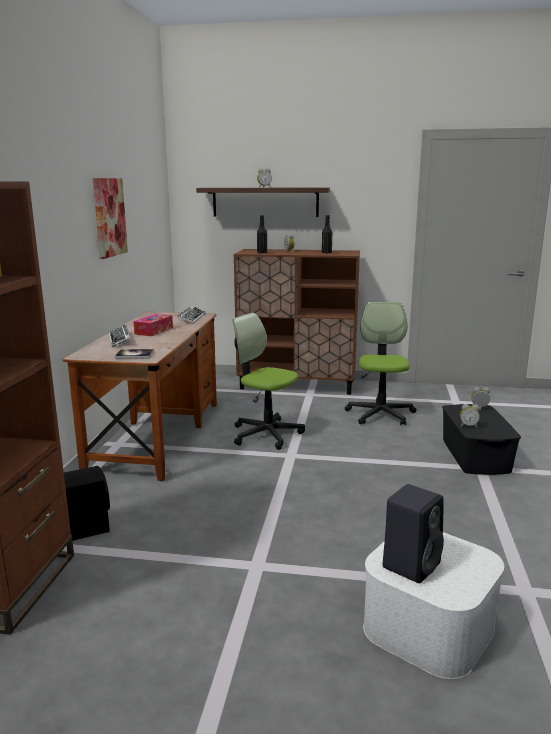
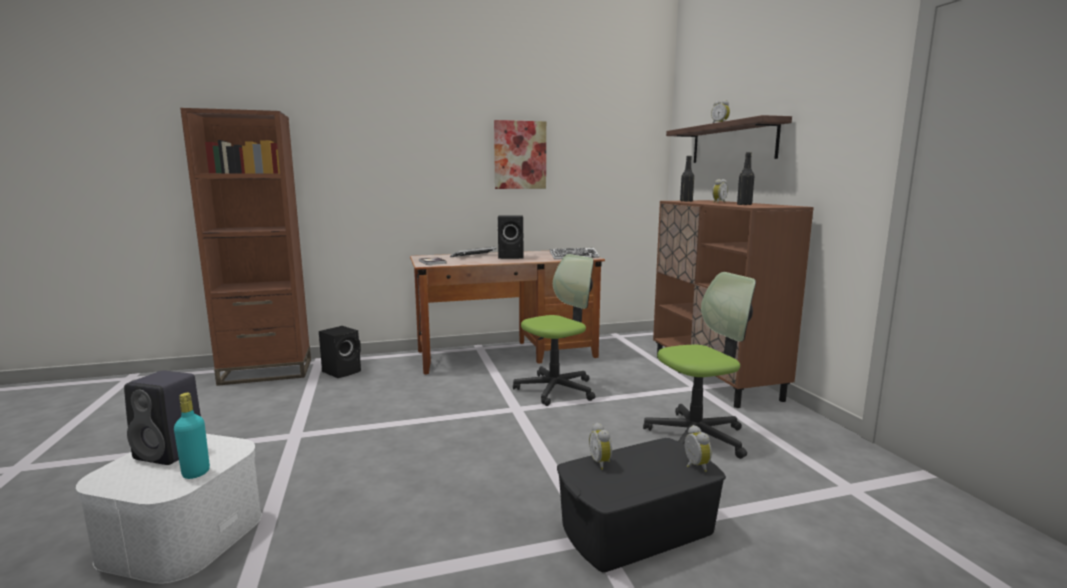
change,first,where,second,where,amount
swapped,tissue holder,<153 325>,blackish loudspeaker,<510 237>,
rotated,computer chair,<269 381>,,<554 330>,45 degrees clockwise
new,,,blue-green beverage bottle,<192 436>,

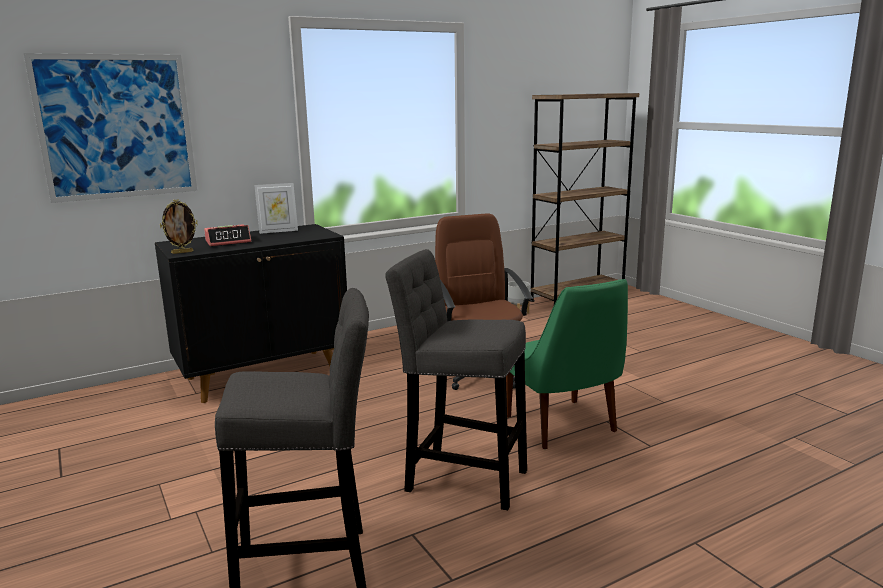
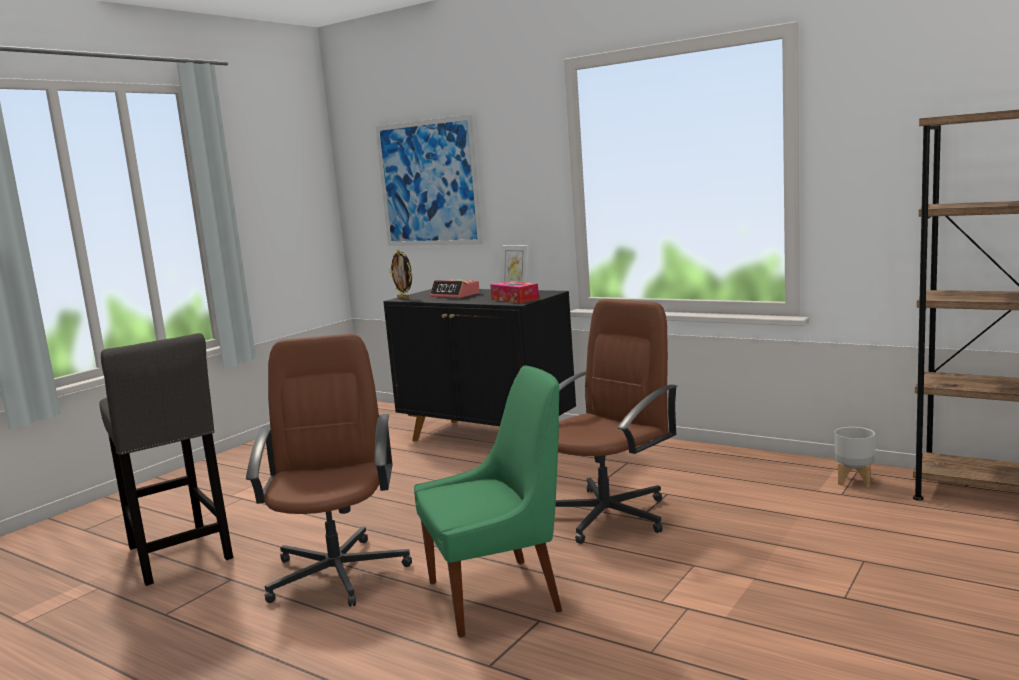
change,first,where,second,where,amount
swapped,grey stool,<456 379>,brown computer chair,<329 470>,
rotated,green-coloured plain chair,<567 364>,,<488 501>,150 degrees counterclockwise
new,,,tissue holder,<514 292>,

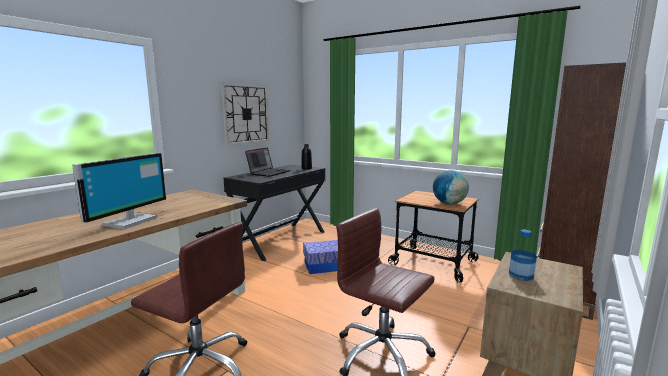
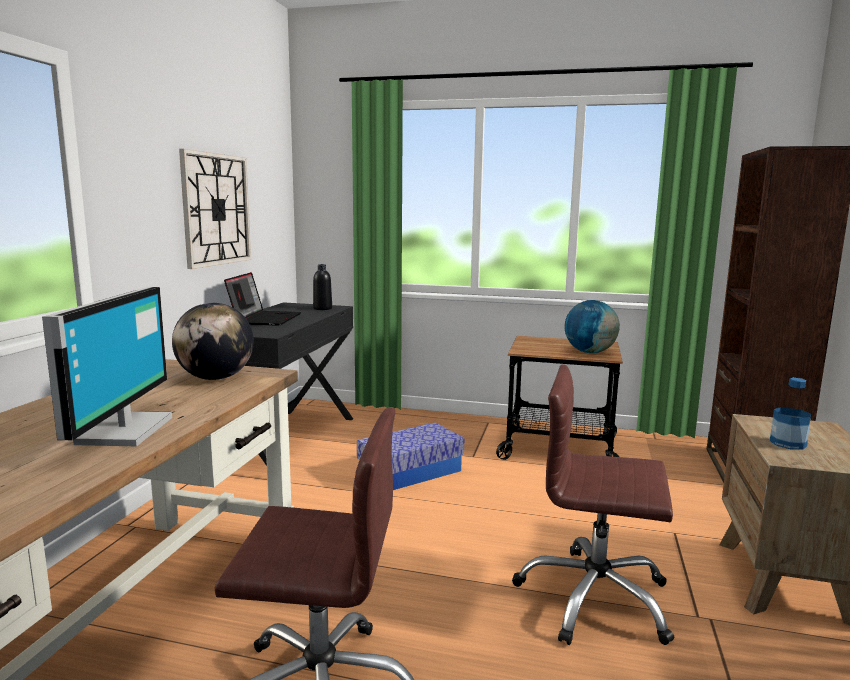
change,first,where,second,where,amount
new,,,desk globe,<213 341>,

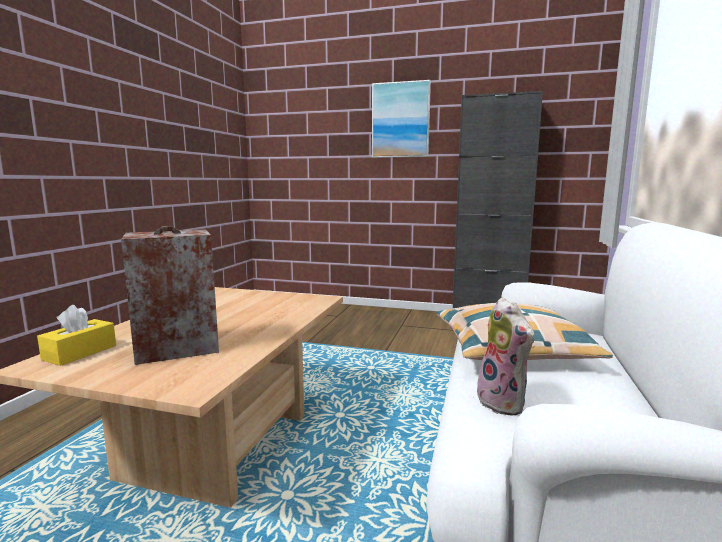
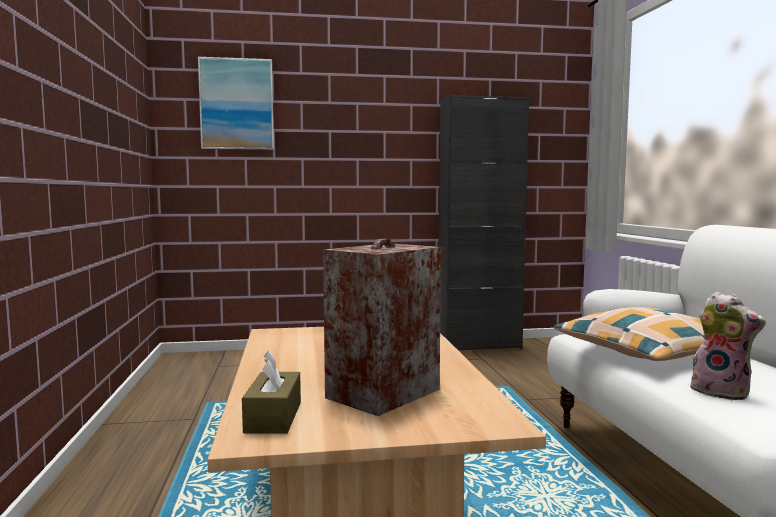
change,first,where,second,where,amount
repainted,yellow tissue holder,<76 335>,brown tissue holder,<271 392>,
shifted,wall art,<401 119>,,<236 103>,

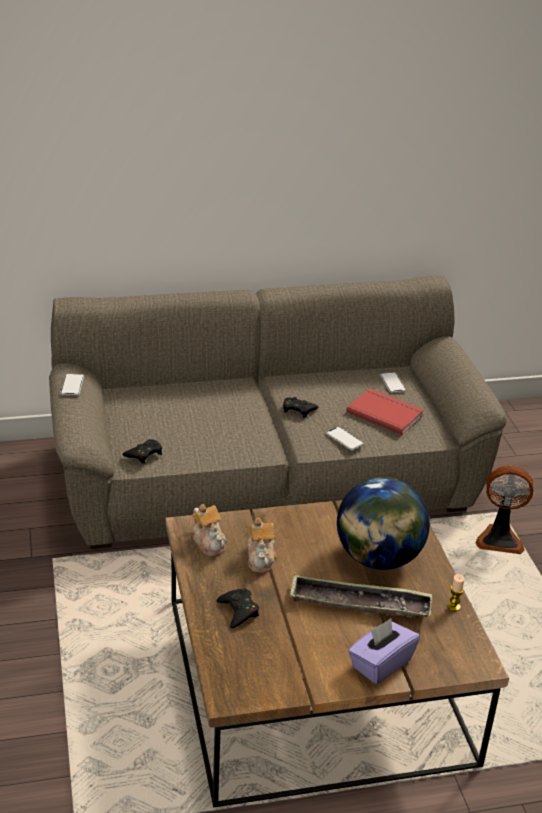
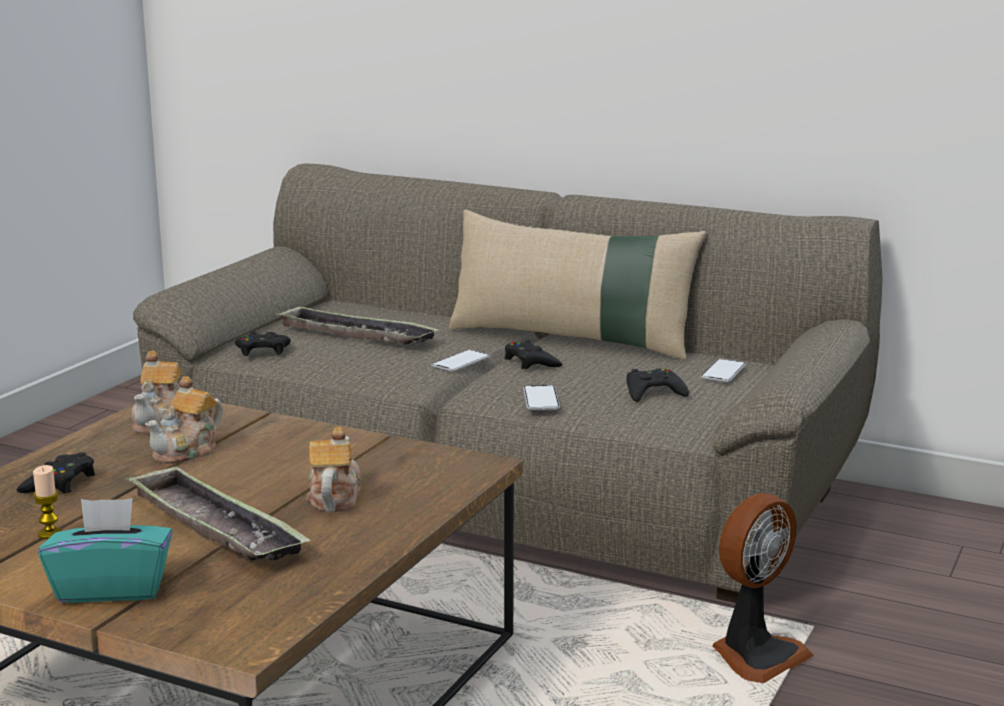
change,first,where,second,where,amount
shifted,handset,<72 385>,,<460 361>,
swapped,desk globe,<383 523>,teapot,<333 469>,
swapped,red book,<385 411>,blackish game controller,<657 385>,
repainted,purplish tissue holder,<384 651>,blue-green tissue holder,<105 550>,
shifted,candle,<456 592>,,<47 502>,
rotated,cooling fan,<504 509>,,<763 588>,90 degrees counterclockwise
new,,,carrying tray,<357 325>,
new,,,beige pillow,<577 285>,

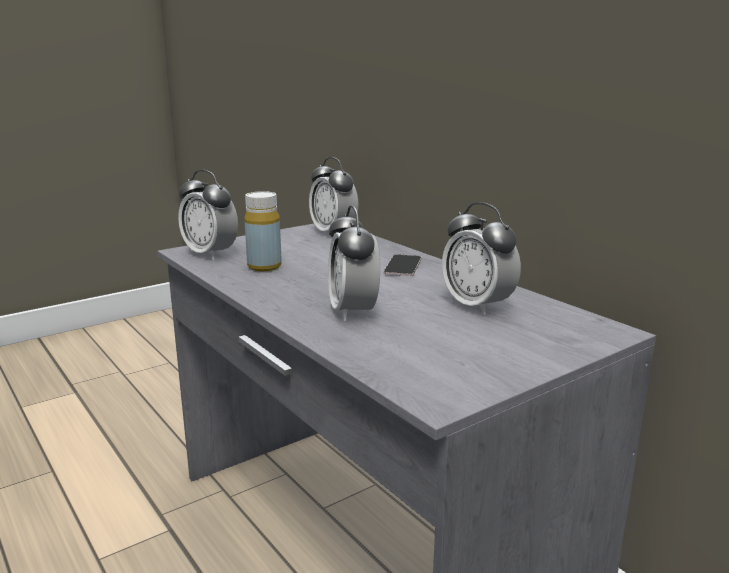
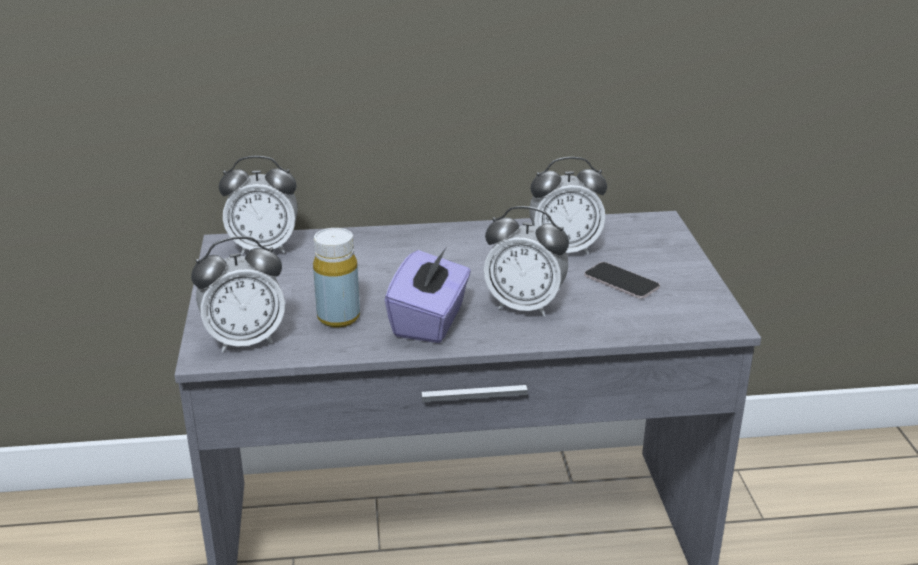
change,first,where,second,where,amount
shifted,handset,<403 265>,,<622 280>,
new,,,purplish tissue holder,<428 295>,

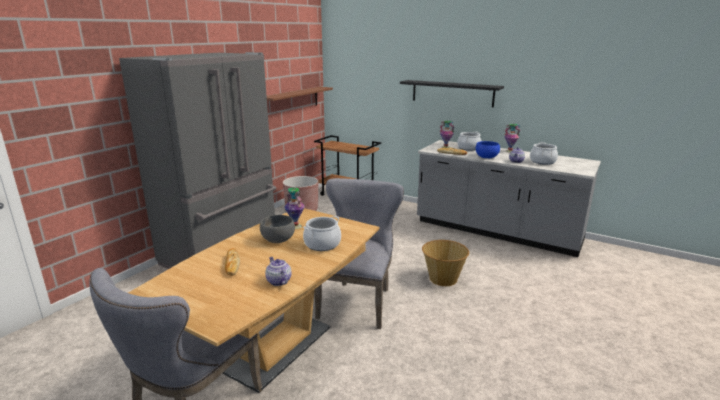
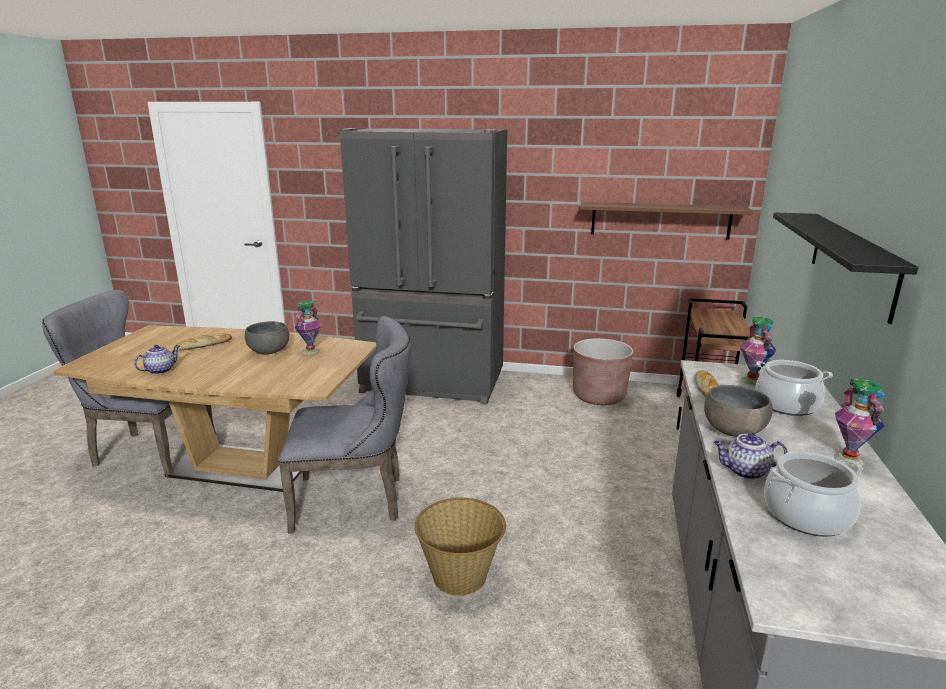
change,first,where,second,where,amount
gone,stockpot,<322 233>,,,
repainted,blue-coloured bowl,<488 149>,grey bowl,<738 411>,

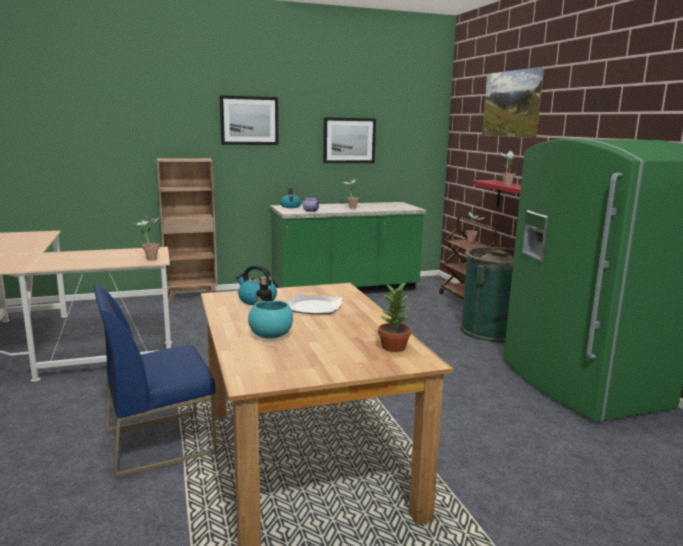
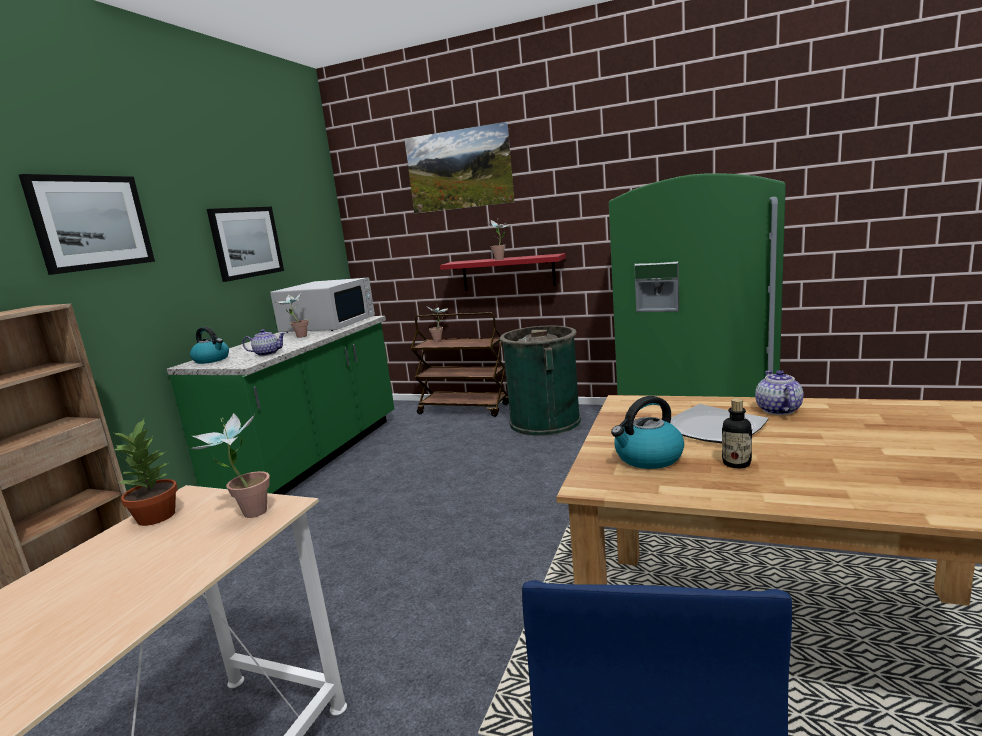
change,first,where,second,where,amount
gone,blue-green bowl,<270 320>,,,
shifted,houseplant,<394 316>,,<145 472>,
new,,,white-coloured kitchen microwave,<322 305>,
new,,,teapot,<779 392>,

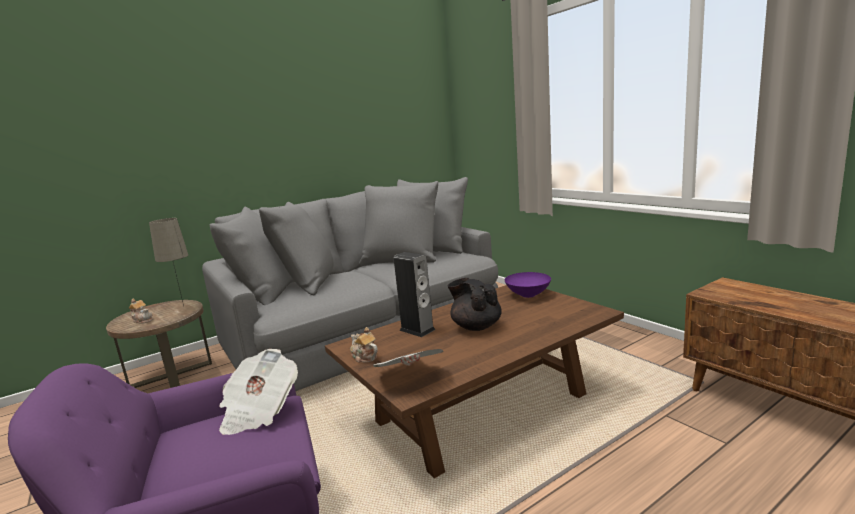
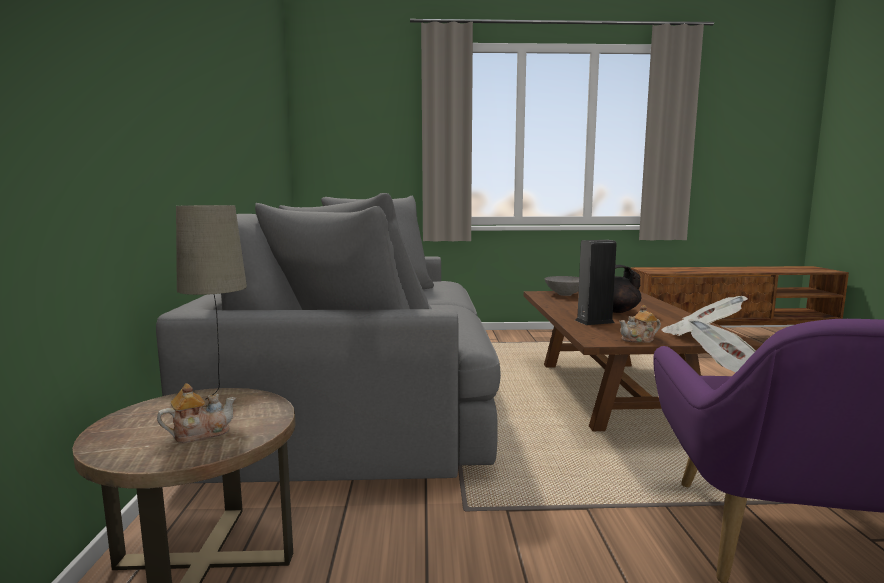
change,first,where,second,where,amount
repainted,purplish bowl,<528 285>,grey bowl,<562 286>,

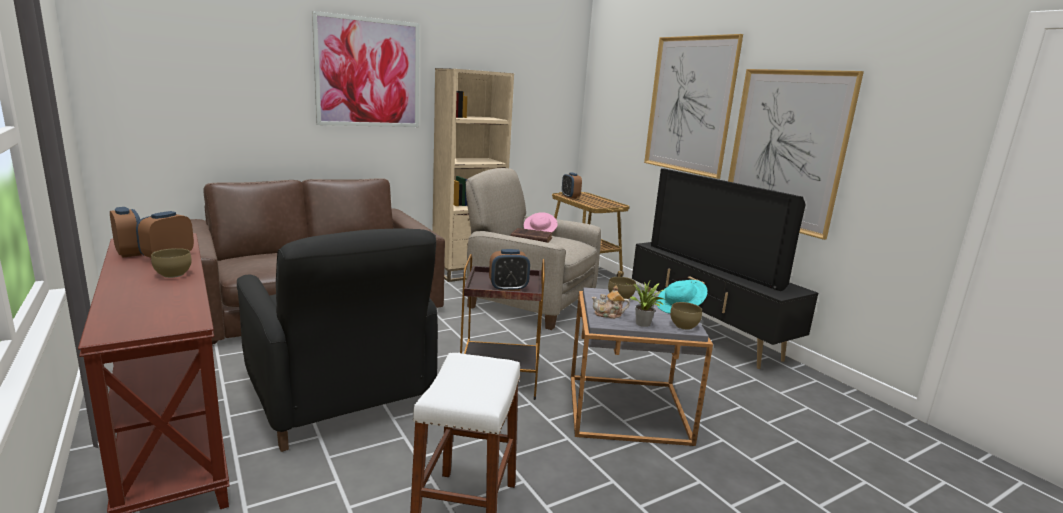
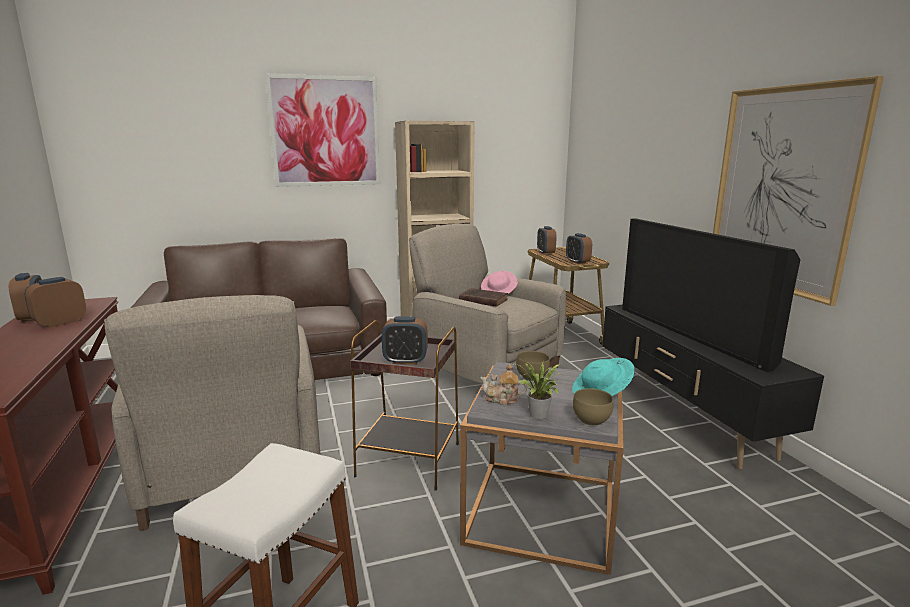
change,first,where,second,where,amount
gone,brown bowl,<171 263>,,,
repainted,blackish lounge chair,<337 340>,beige lounge chair,<212 413>,
gone,wall art,<693 106>,,,
new,,,bedside clock,<579 248>,

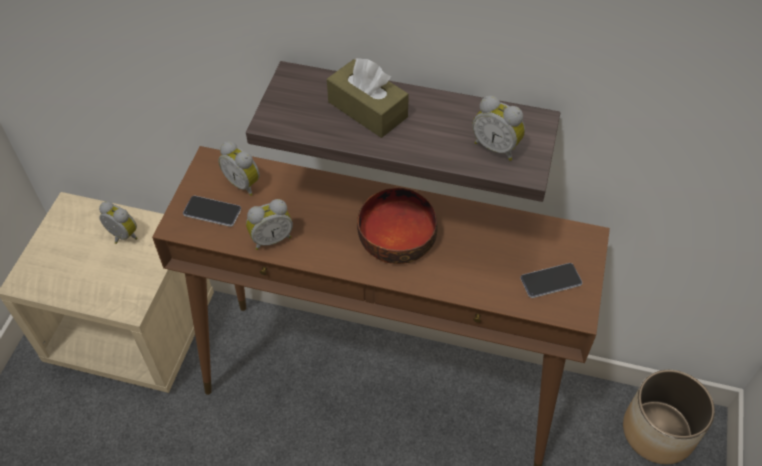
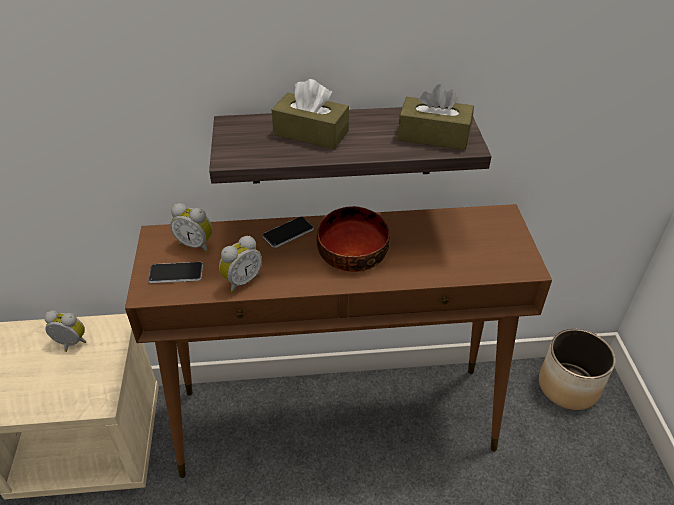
change,first,where,second,where,amount
swapped,bedside clock,<498 128>,brown tissue holder,<436 117>,
shifted,handset,<551 280>,,<288 232>,

